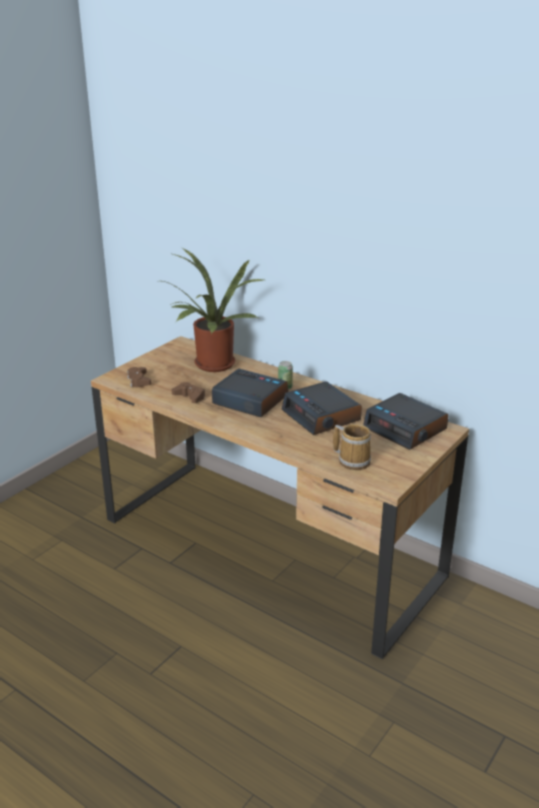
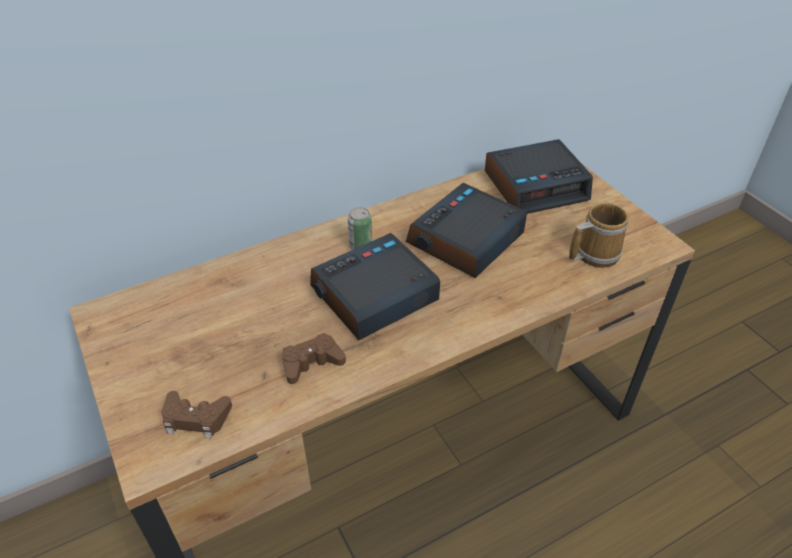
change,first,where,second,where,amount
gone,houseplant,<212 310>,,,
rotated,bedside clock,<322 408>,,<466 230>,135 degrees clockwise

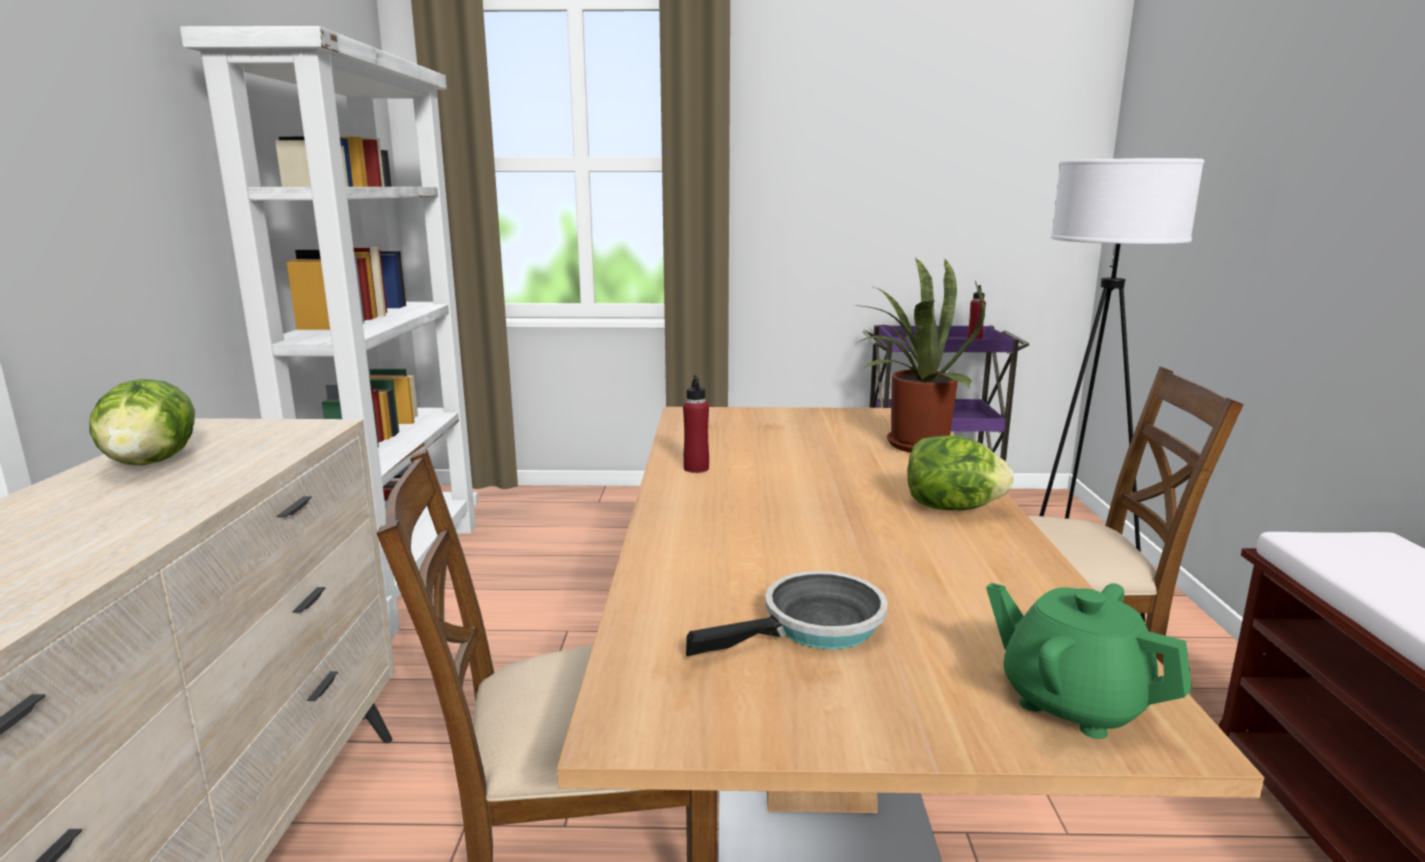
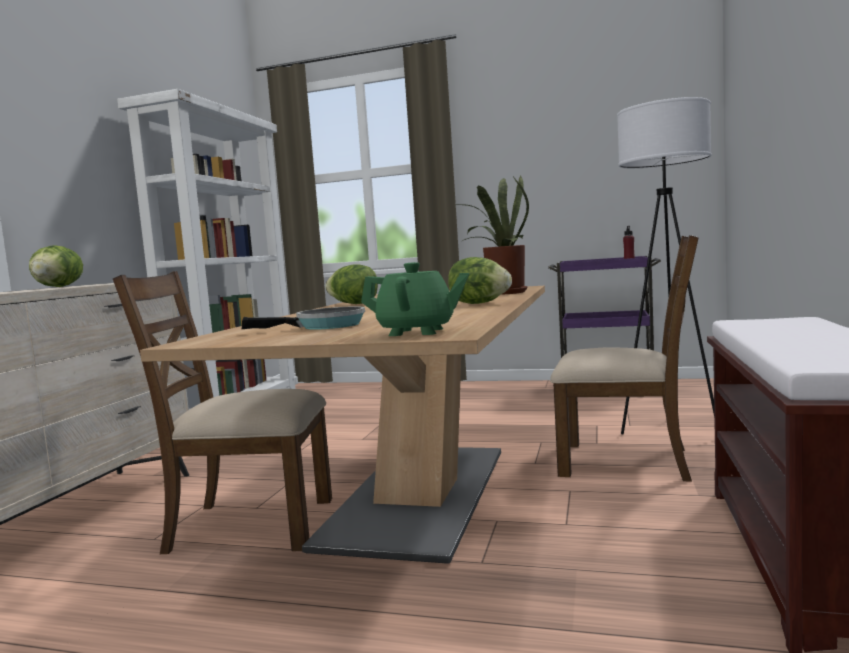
change,first,where,second,where,amount
swapped,red beverage bottle,<696 424>,head of lettuce,<351 284>,
rotated,green-coloured teapot,<1089 661>,,<415 299>,135 degrees clockwise

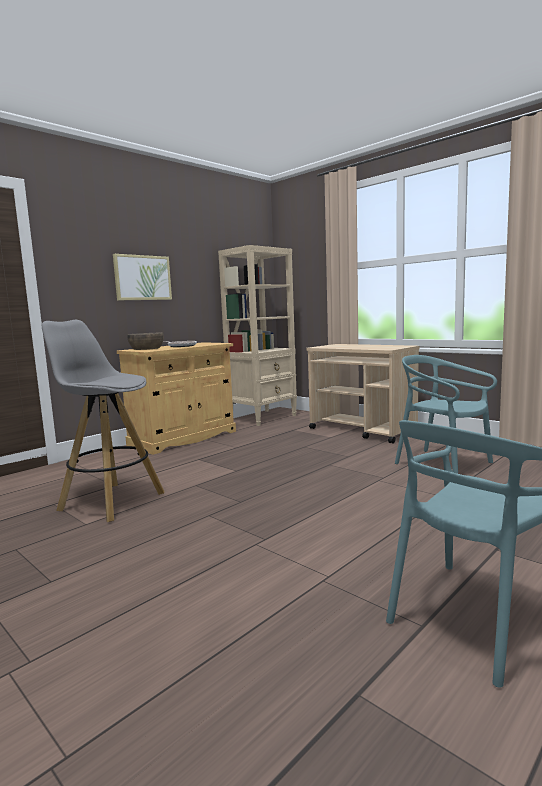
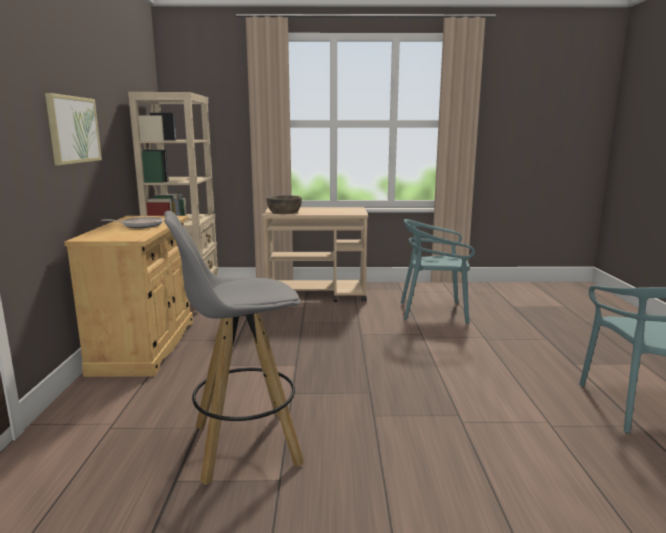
change,first,where,second,where,amount
shifted,brown bowl,<145 341>,,<284 204>,

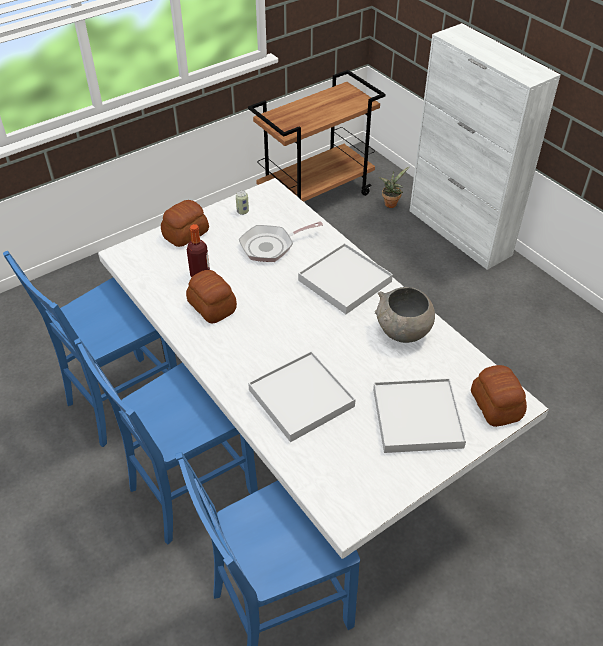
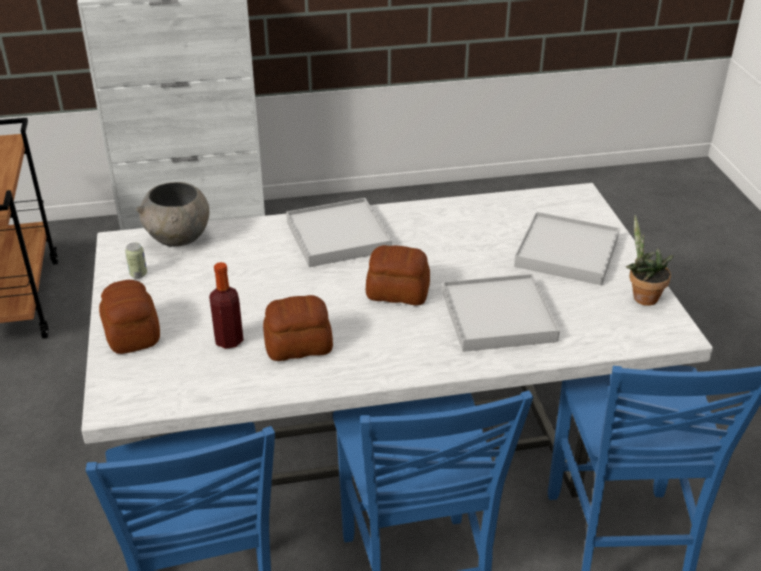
change,first,where,second,where,amount
gone,skillet,<281 241>,,,
shifted,grey bowl,<405 315>,,<172 214>,
shifted,houseplant,<394 187>,,<649 260>,
shifted,bread,<499 396>,,<398 275>,

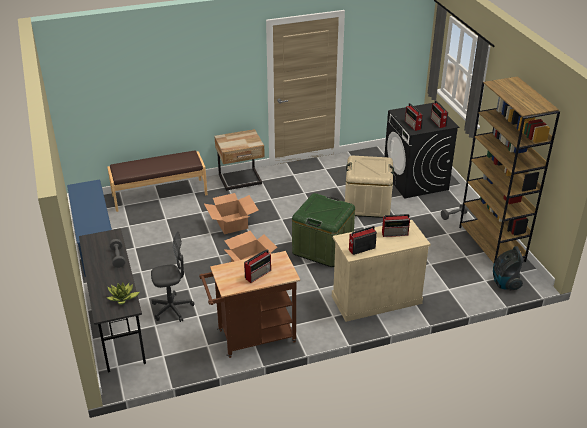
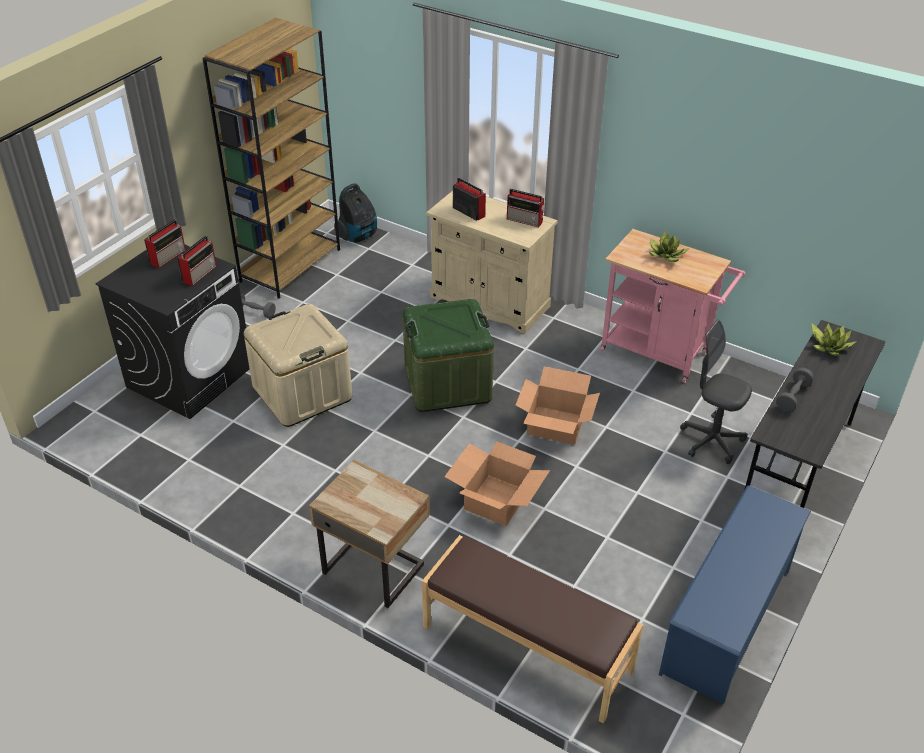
change,first,where,second,where,amount
repainted,brown wheeled cart,<249 304>,pinkish wheeled cart,<672 306>,
swapped,radio,<257 266>,houseplant,<669 246>,

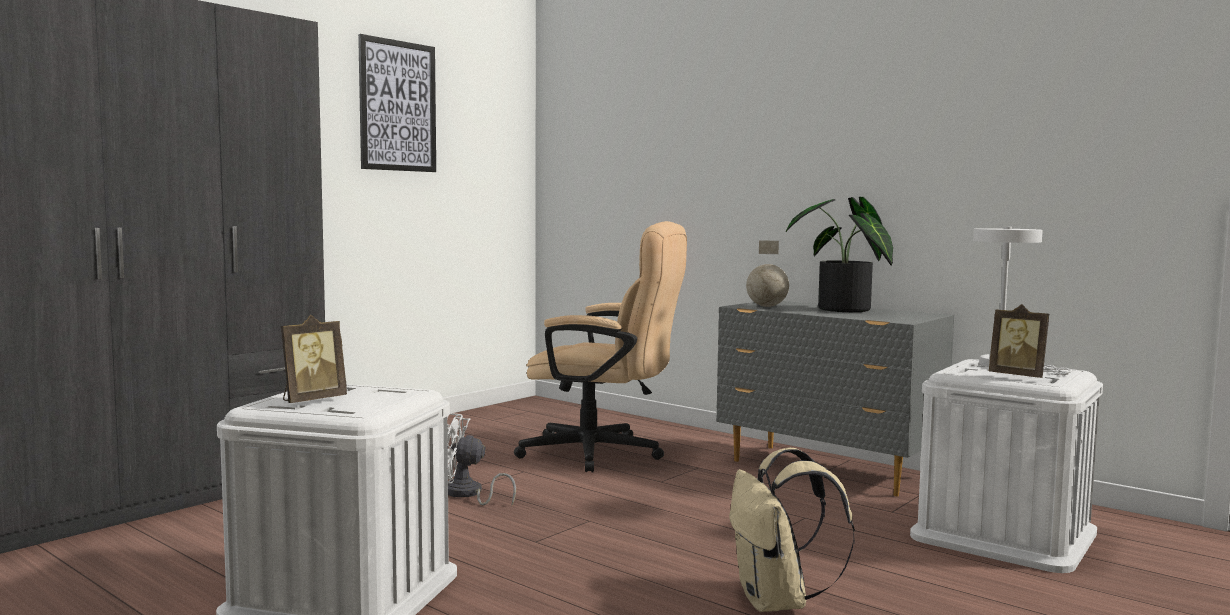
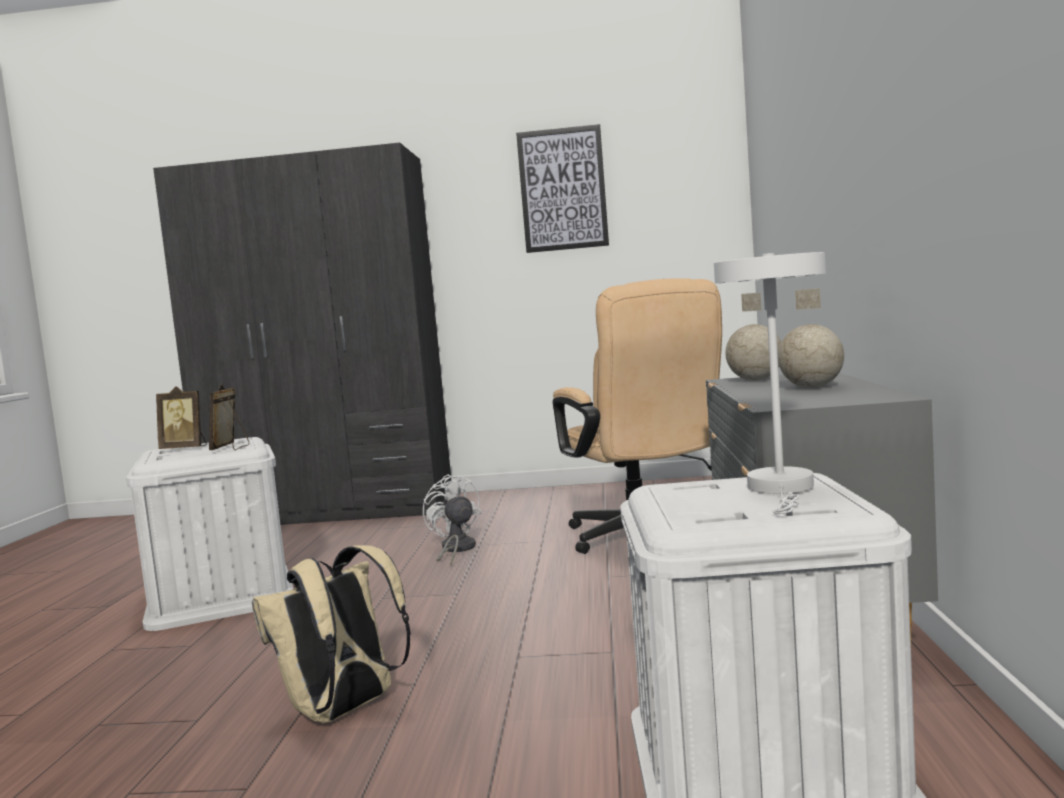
change,first,where,second,where,amount
swapped,houseplant,<839 254>,desk globe,<811 338>,
shifted,standing frame,<1019 341>,,<229 417>,

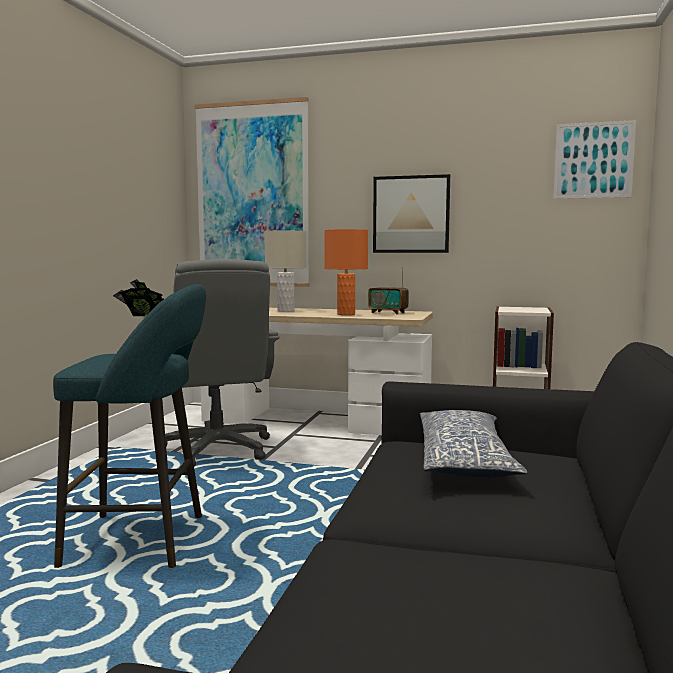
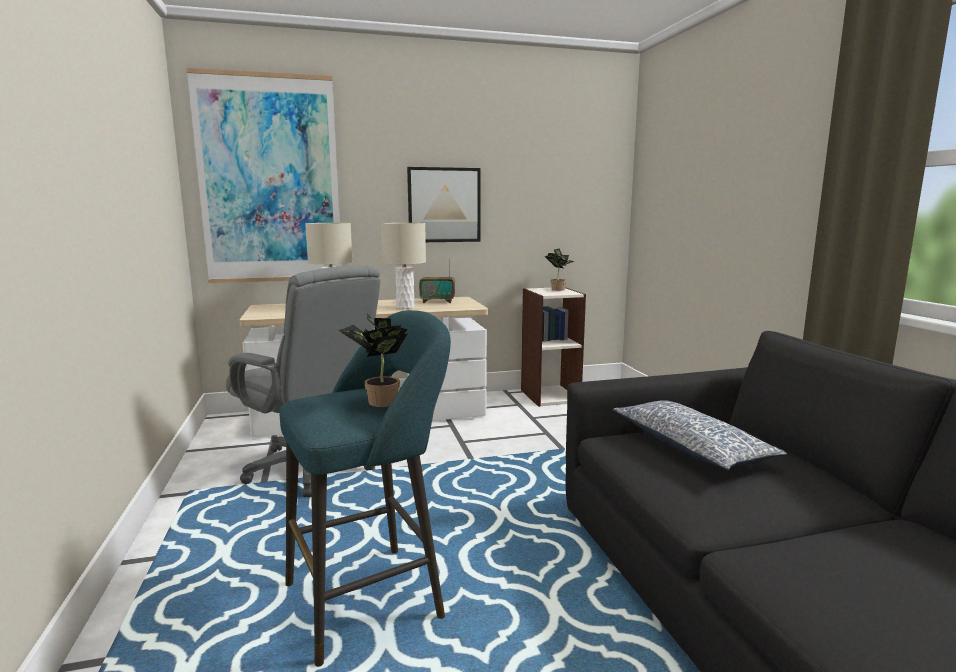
change,first,where,second,where,amount
repainted,orange-coloured table lamp,<346 272>,beige table lamp,<403 266>,
gone,wall art,<594 159>,,,
new,,,houseplant,<559 269>,

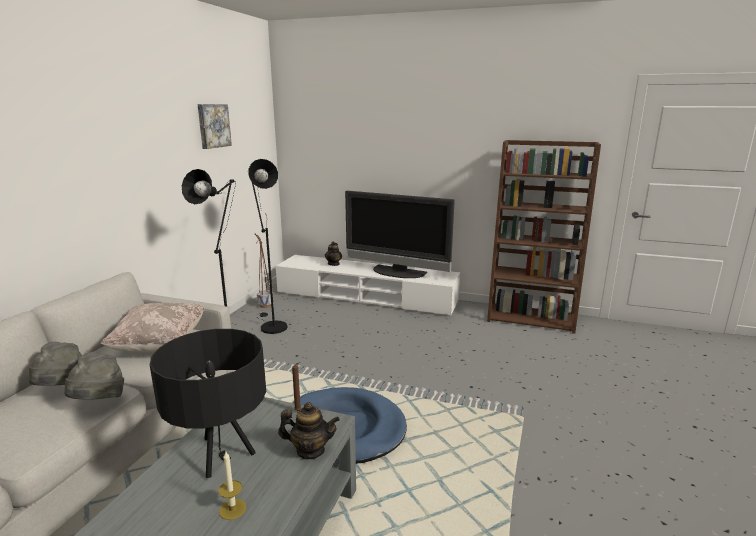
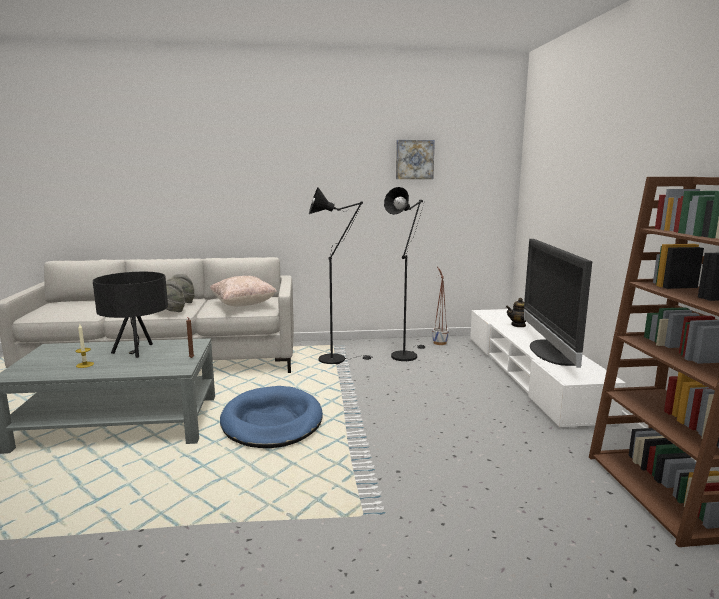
change,first,where,second,where,amount
gone,teapot,<309 430>,,,

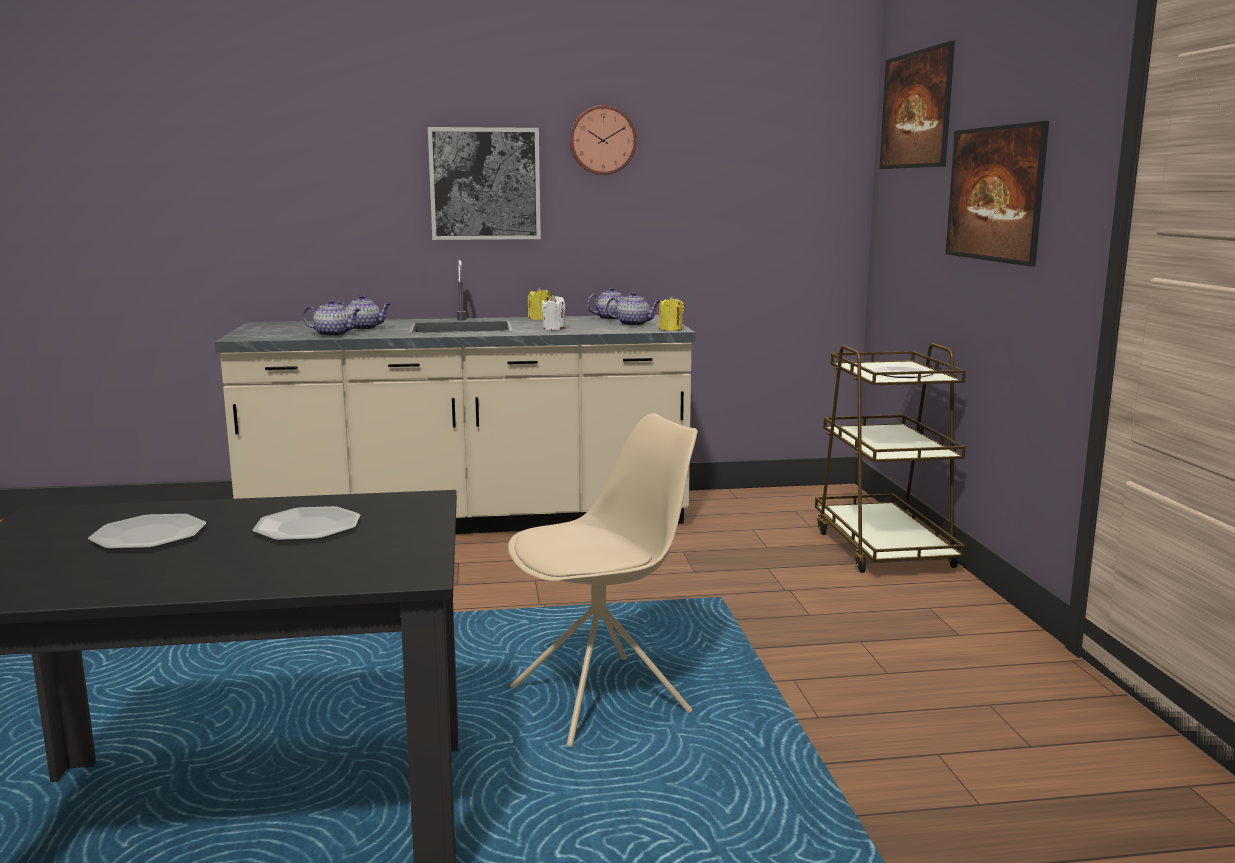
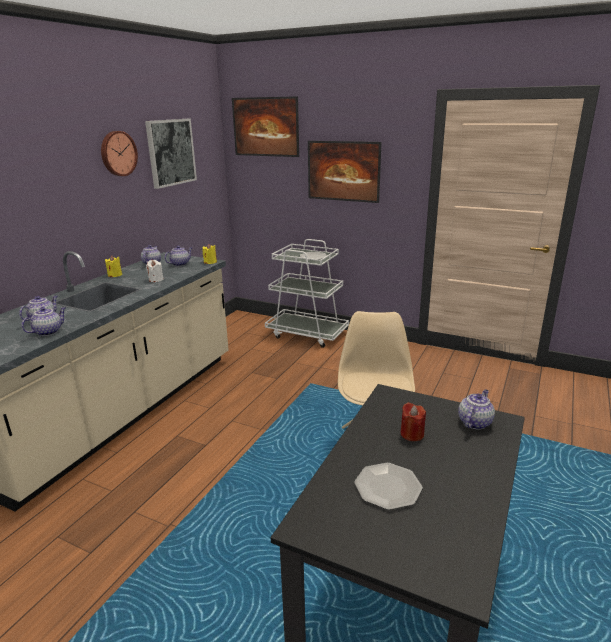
change,first,where,second,where,amount
swapped,flat dish,<306 523>,red candle,<413 421>,
shifted,wall art,<484 183>,,<171 154>,
repainted,brown wheeled cart,<890 458>,white-coloured wheeled cart,<307 293>,
new,,,teapot,<476 409>,

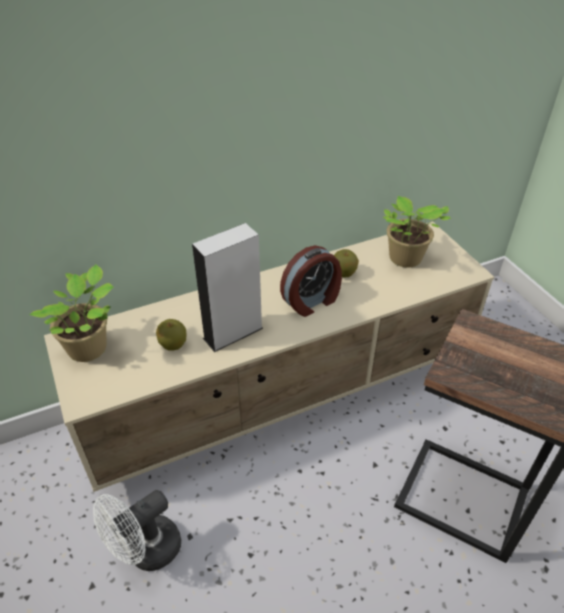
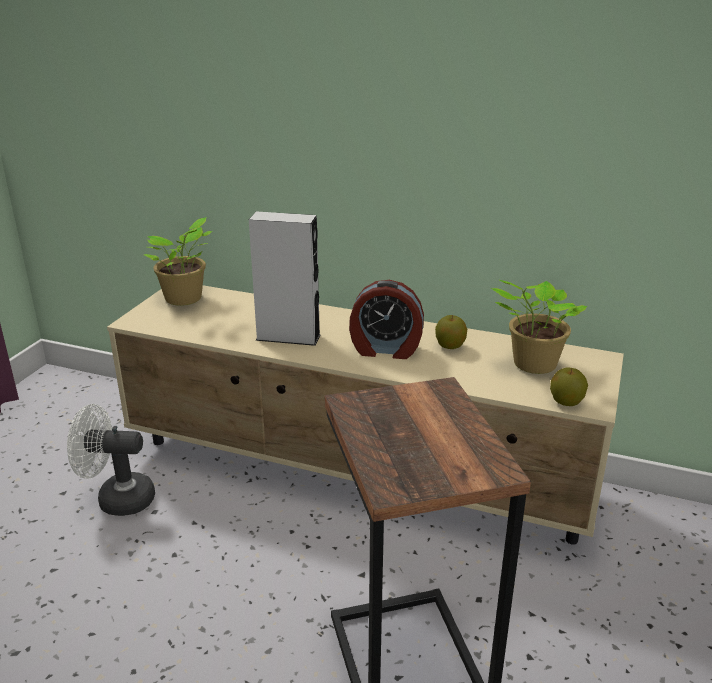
change,first,where,second,where,amount
shifted,whole apple,<171 335>,,<569 386>,

